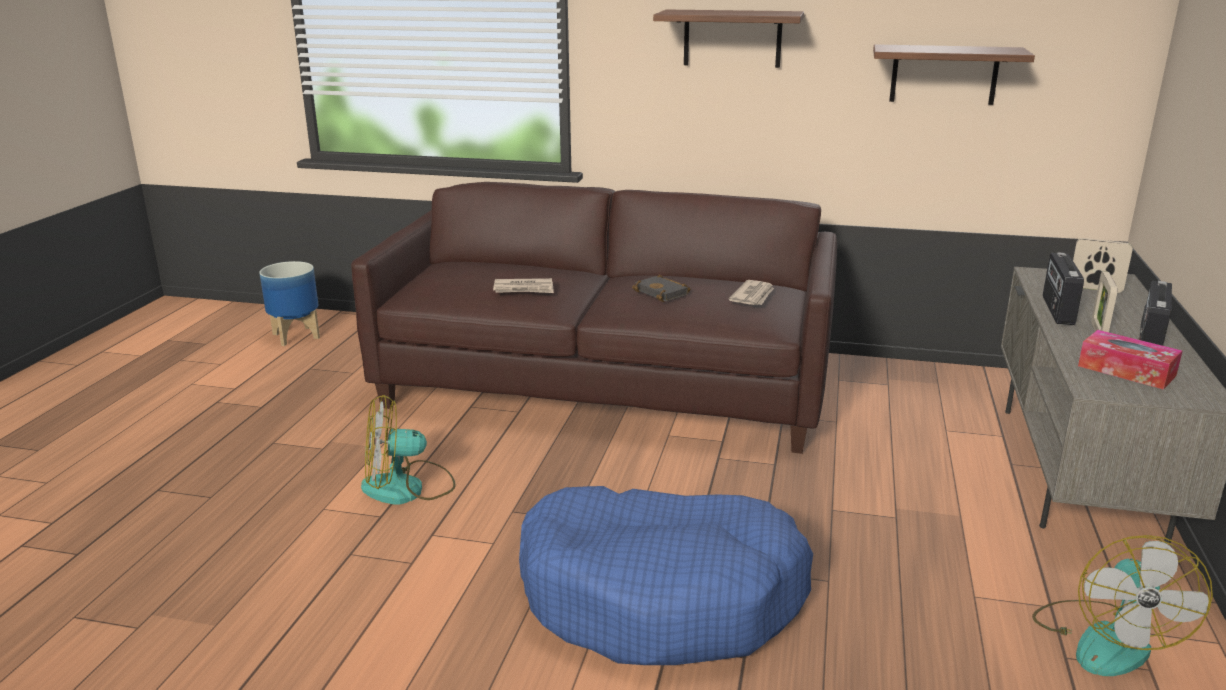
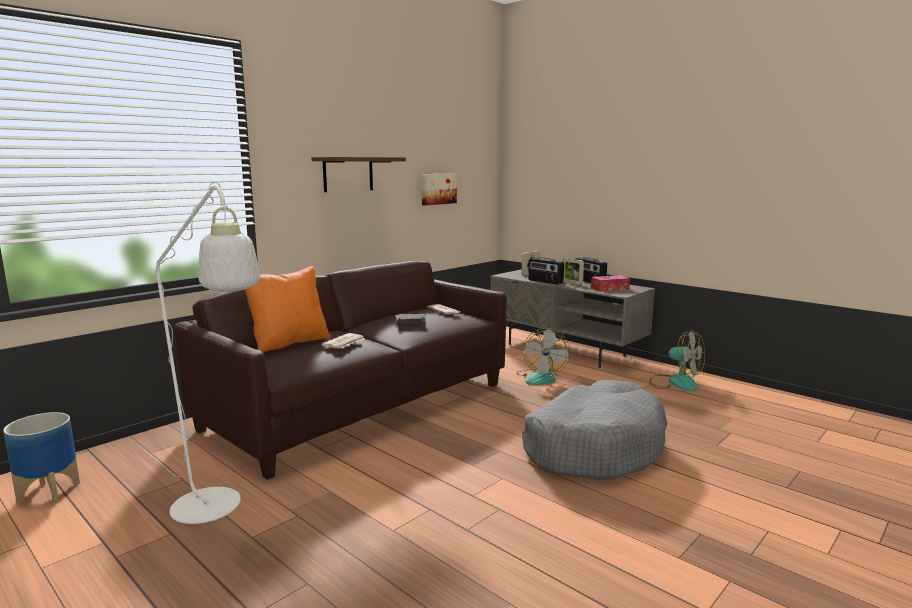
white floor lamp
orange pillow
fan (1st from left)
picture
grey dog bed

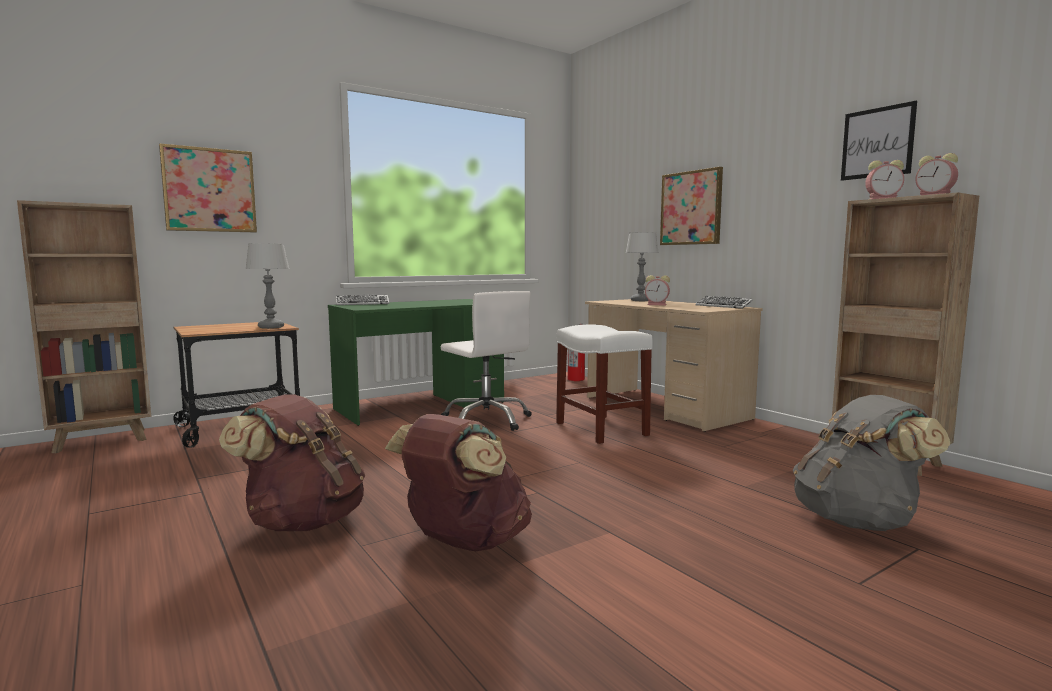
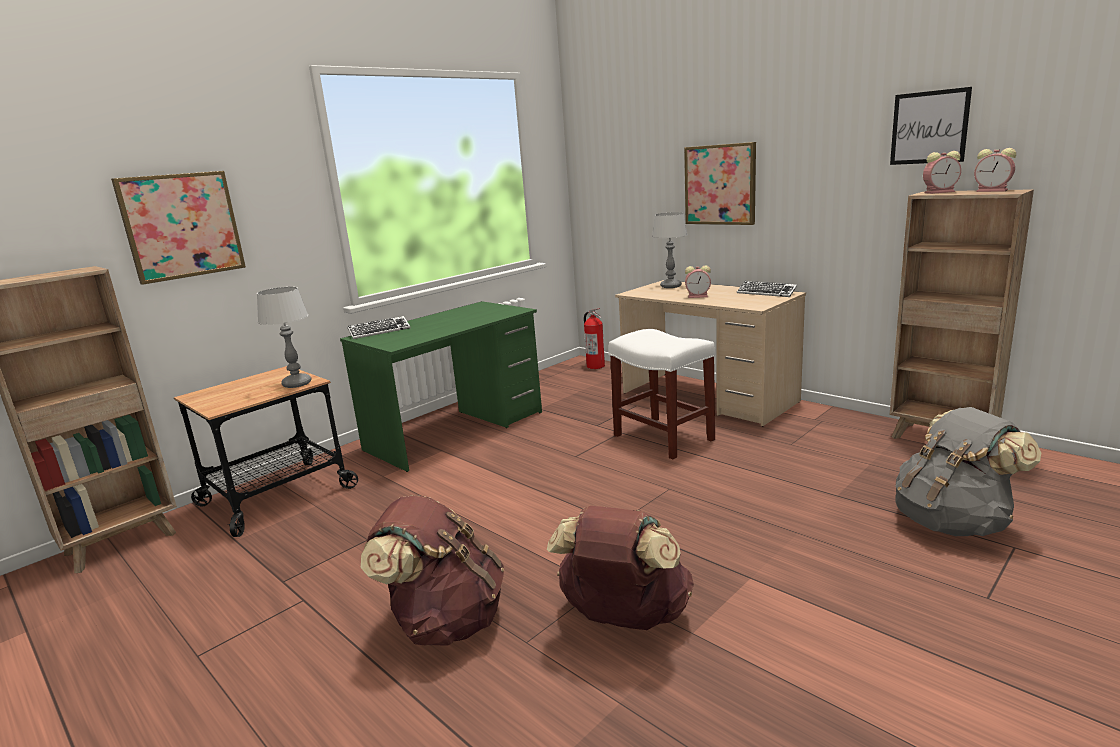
white office chair

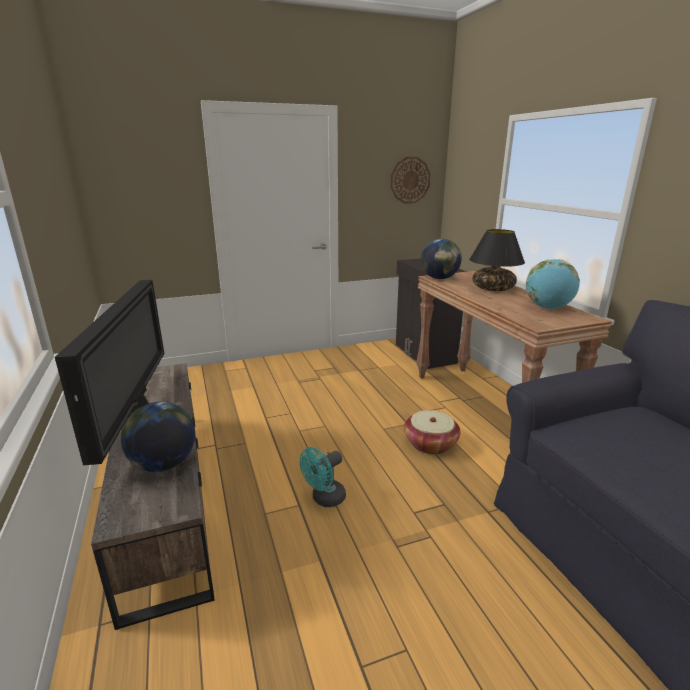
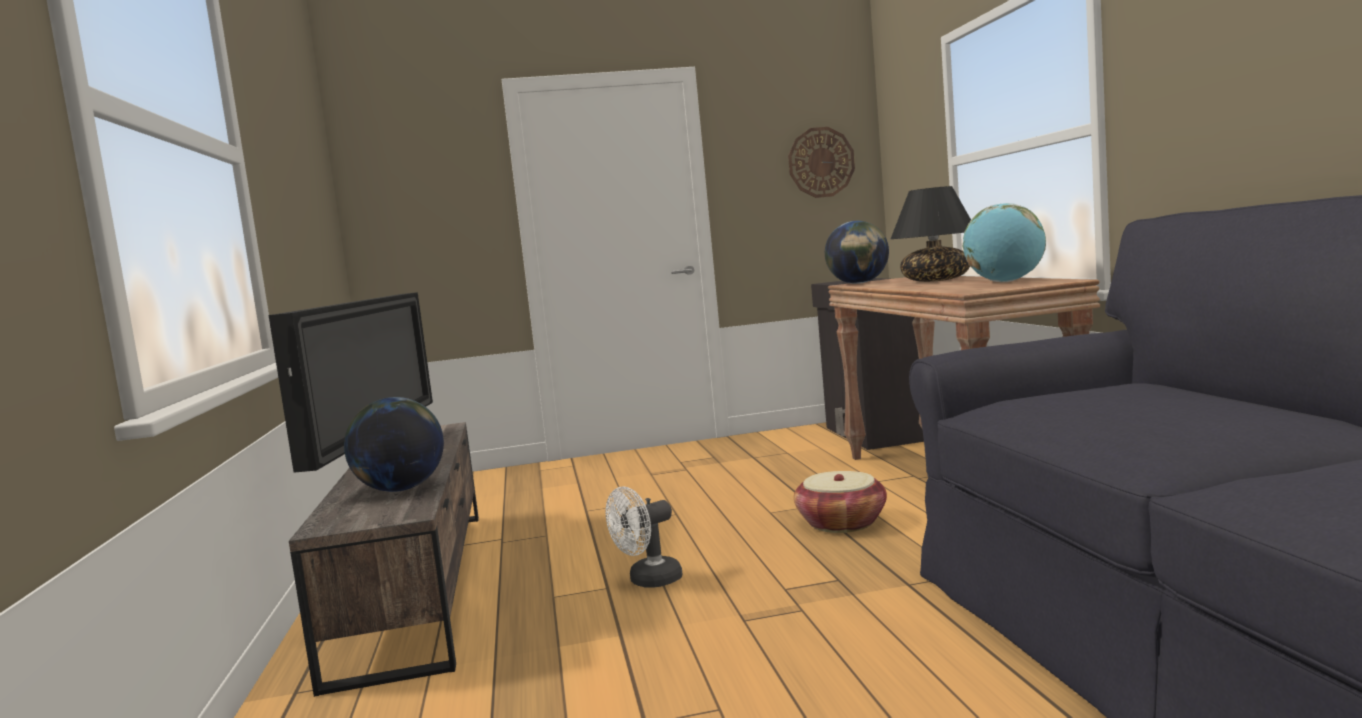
white fan

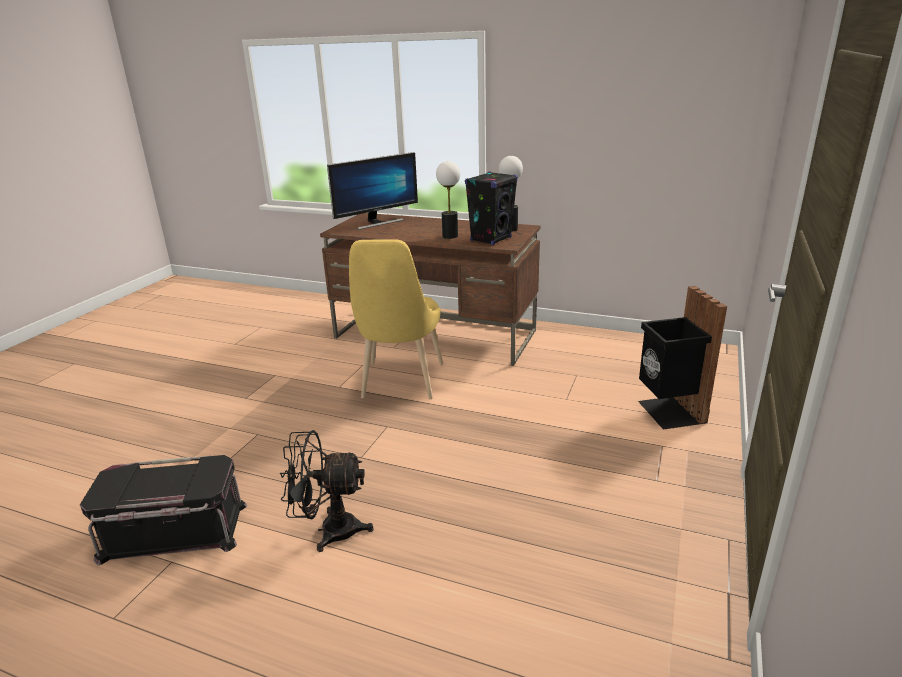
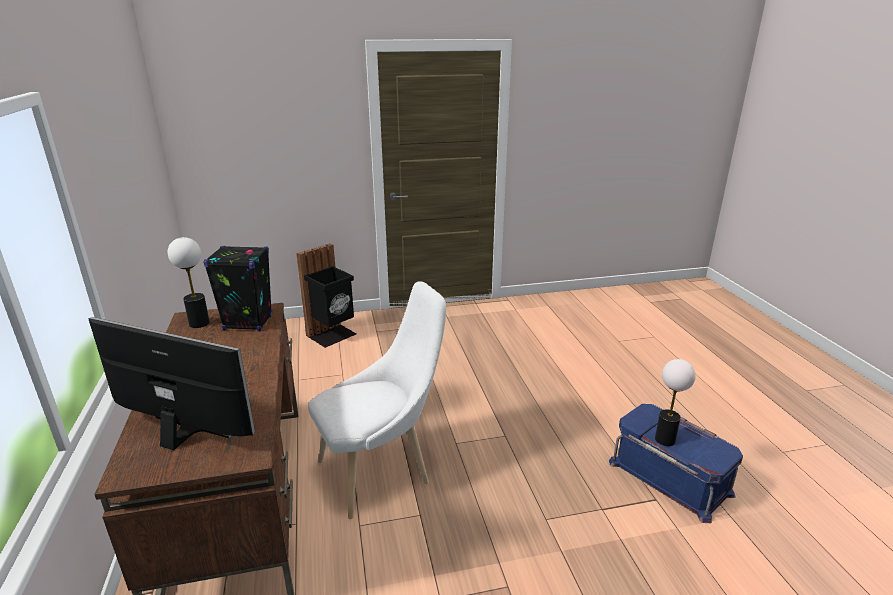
black fan
table lamp (2nd from left)
blue storage box
white chair

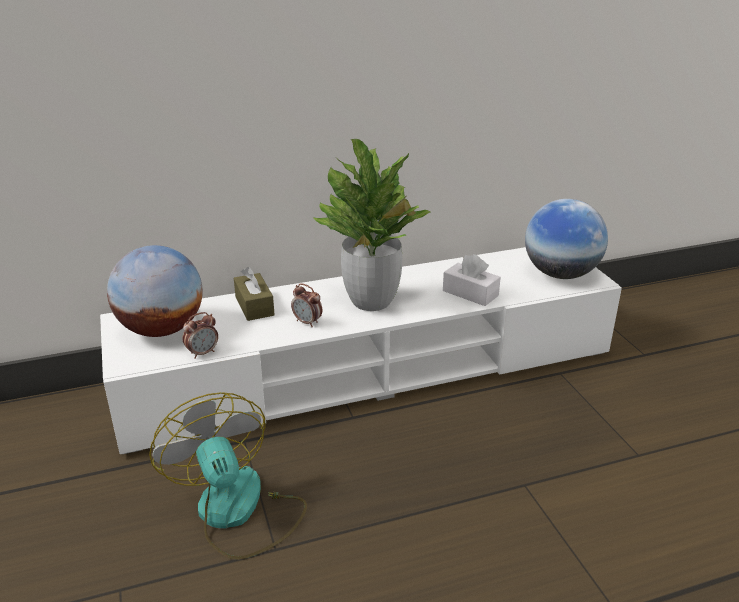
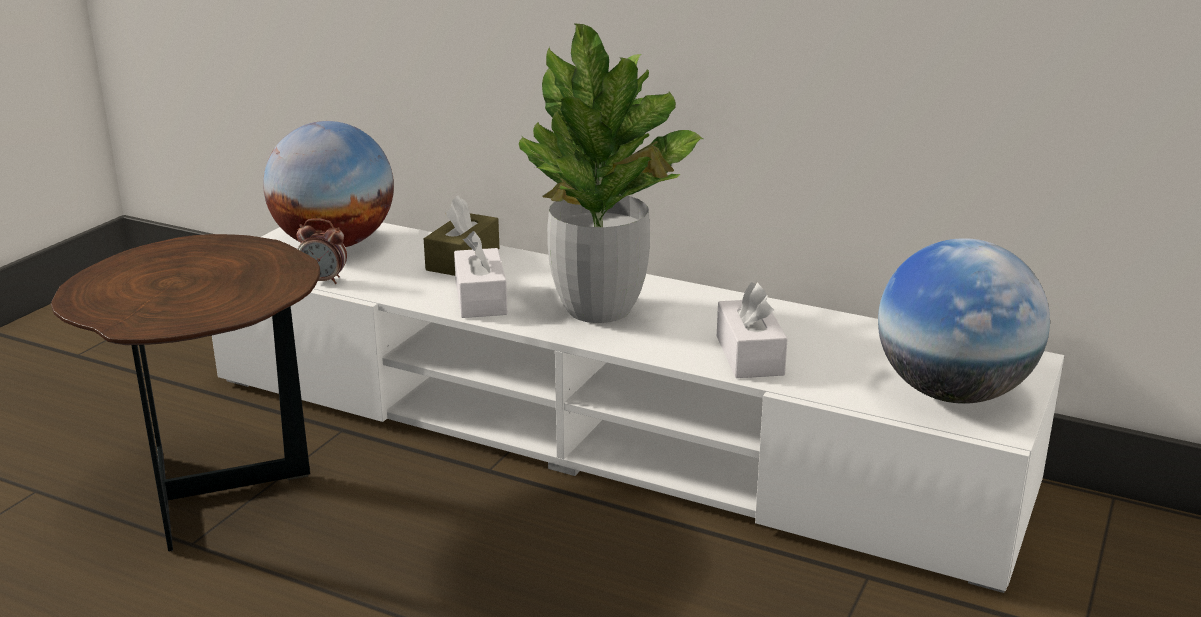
brown side table
white tissue box (1st from left)

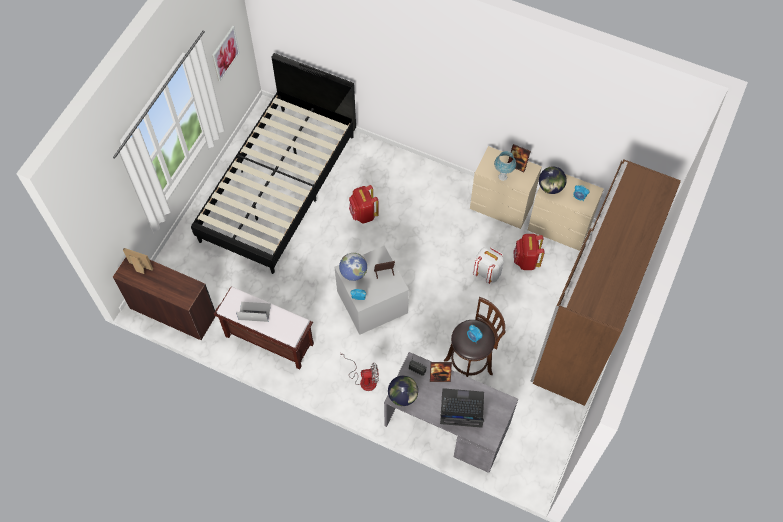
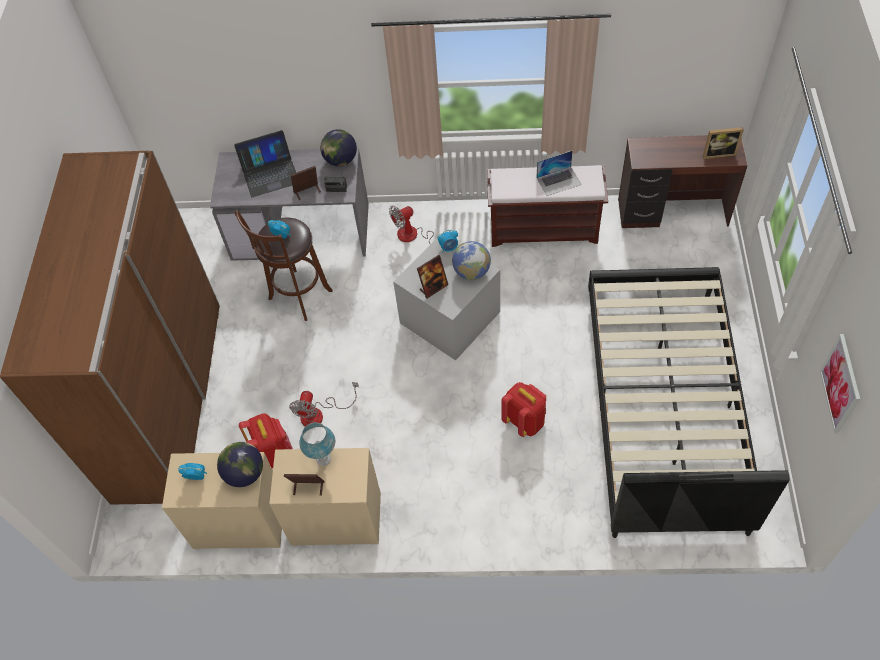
fan (1st from left)

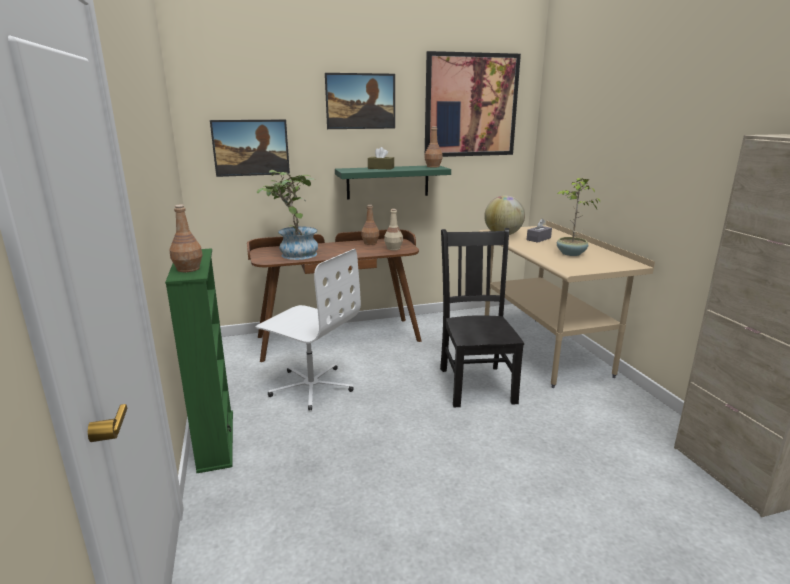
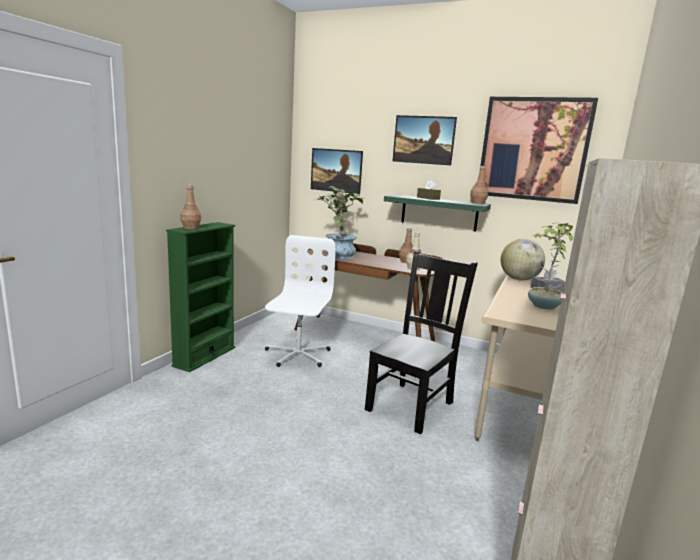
white office chair

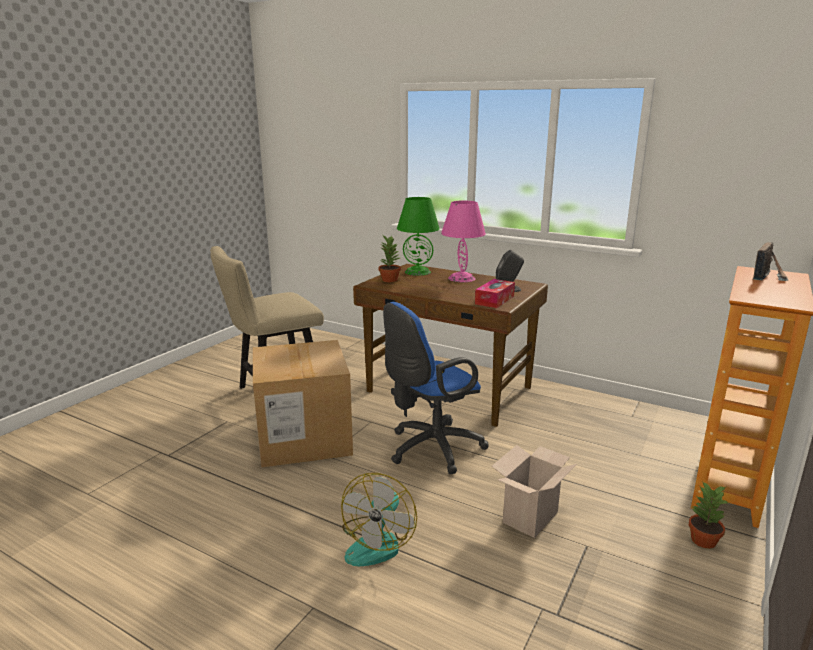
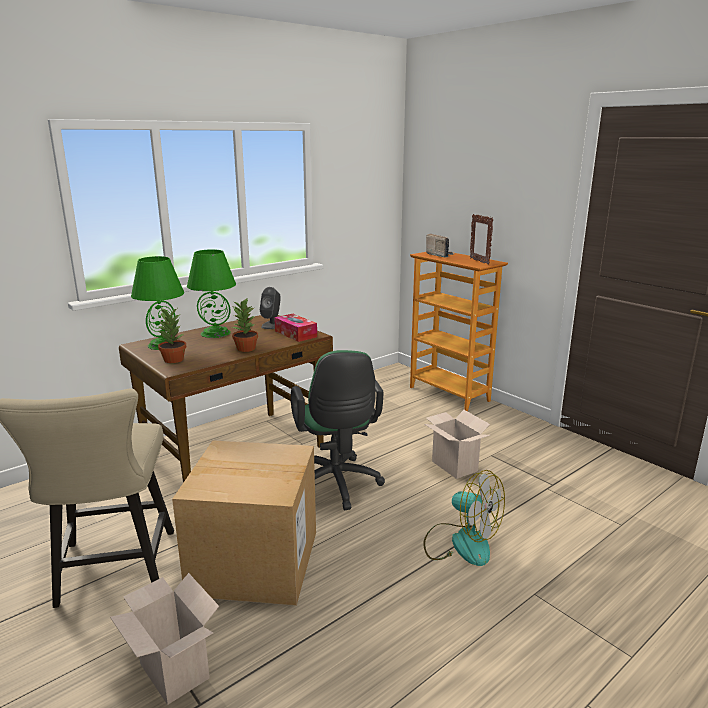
cardboard box (1st from left)
picture frame
potted plant (2nd from left)
green office chair
green table lamp (2nd from left)

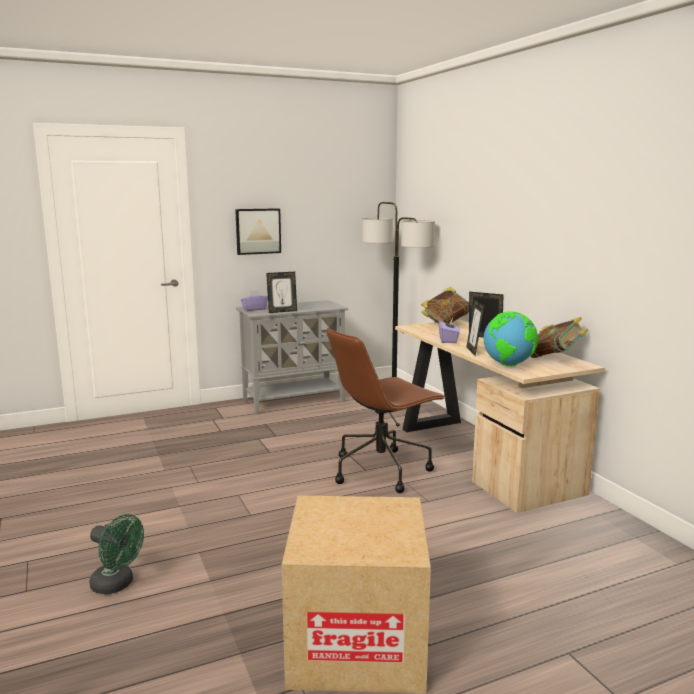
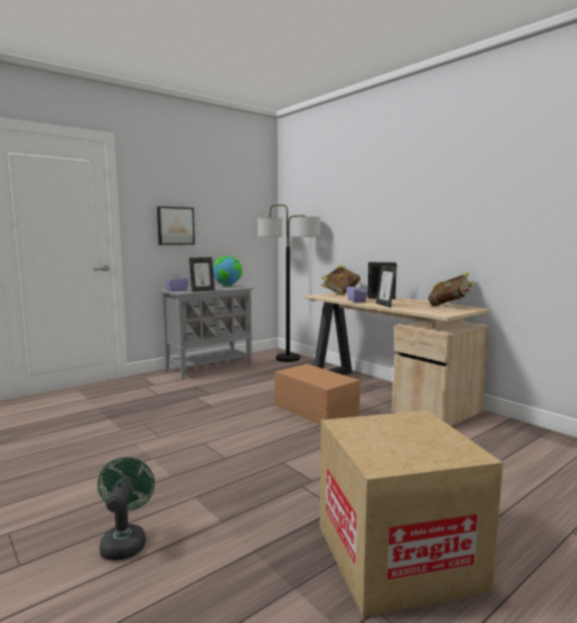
globe
cardboard box (1st from left)
green fan

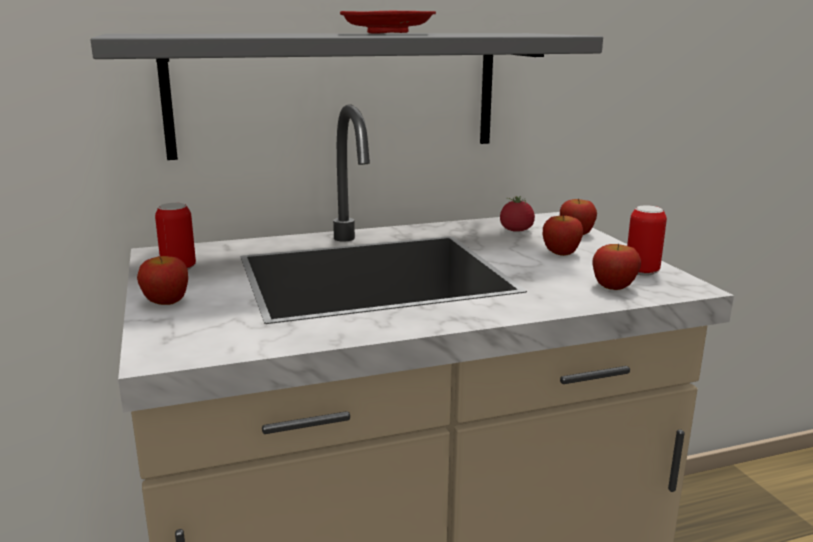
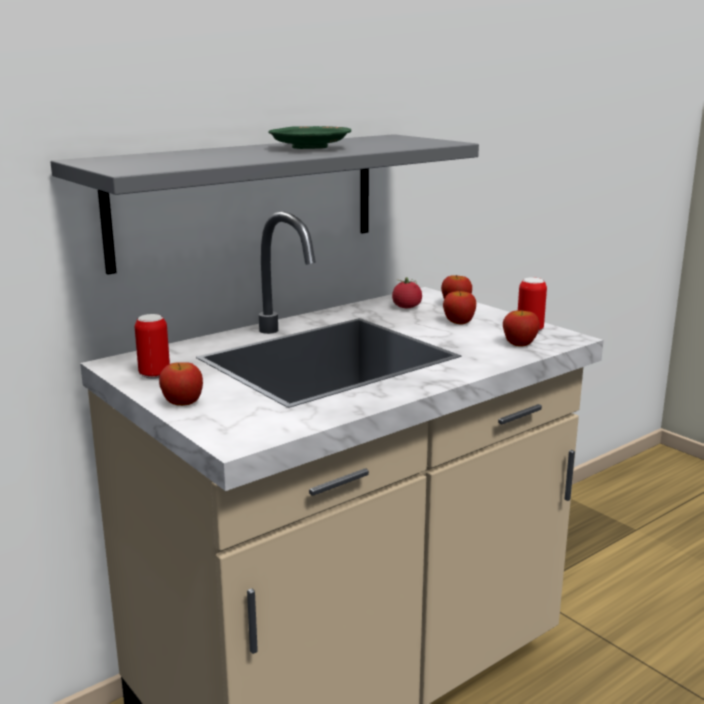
green plate

